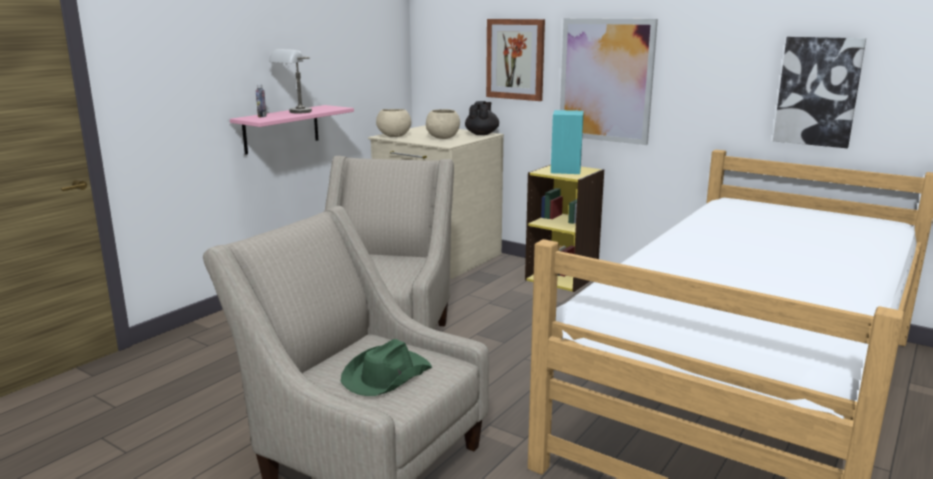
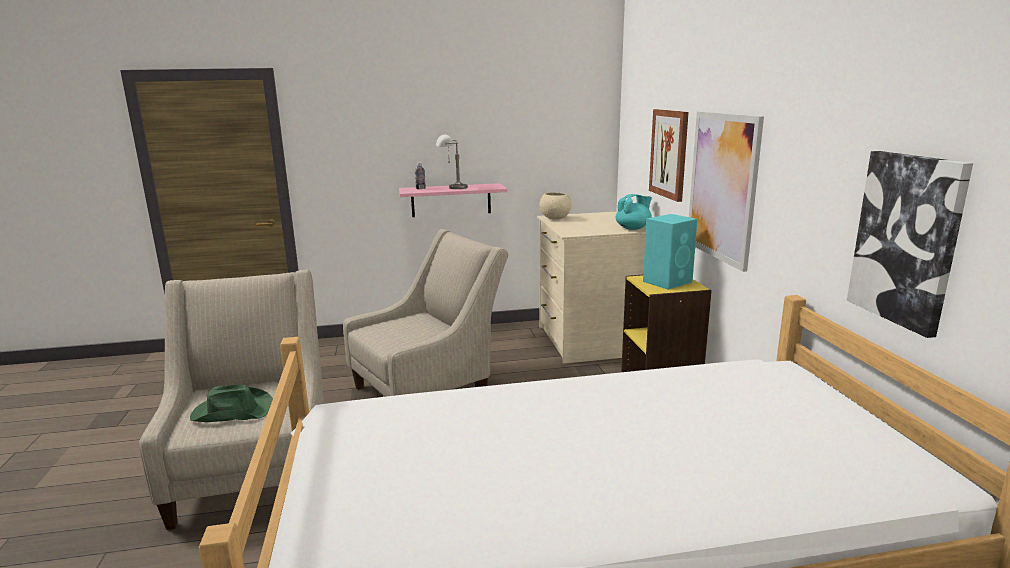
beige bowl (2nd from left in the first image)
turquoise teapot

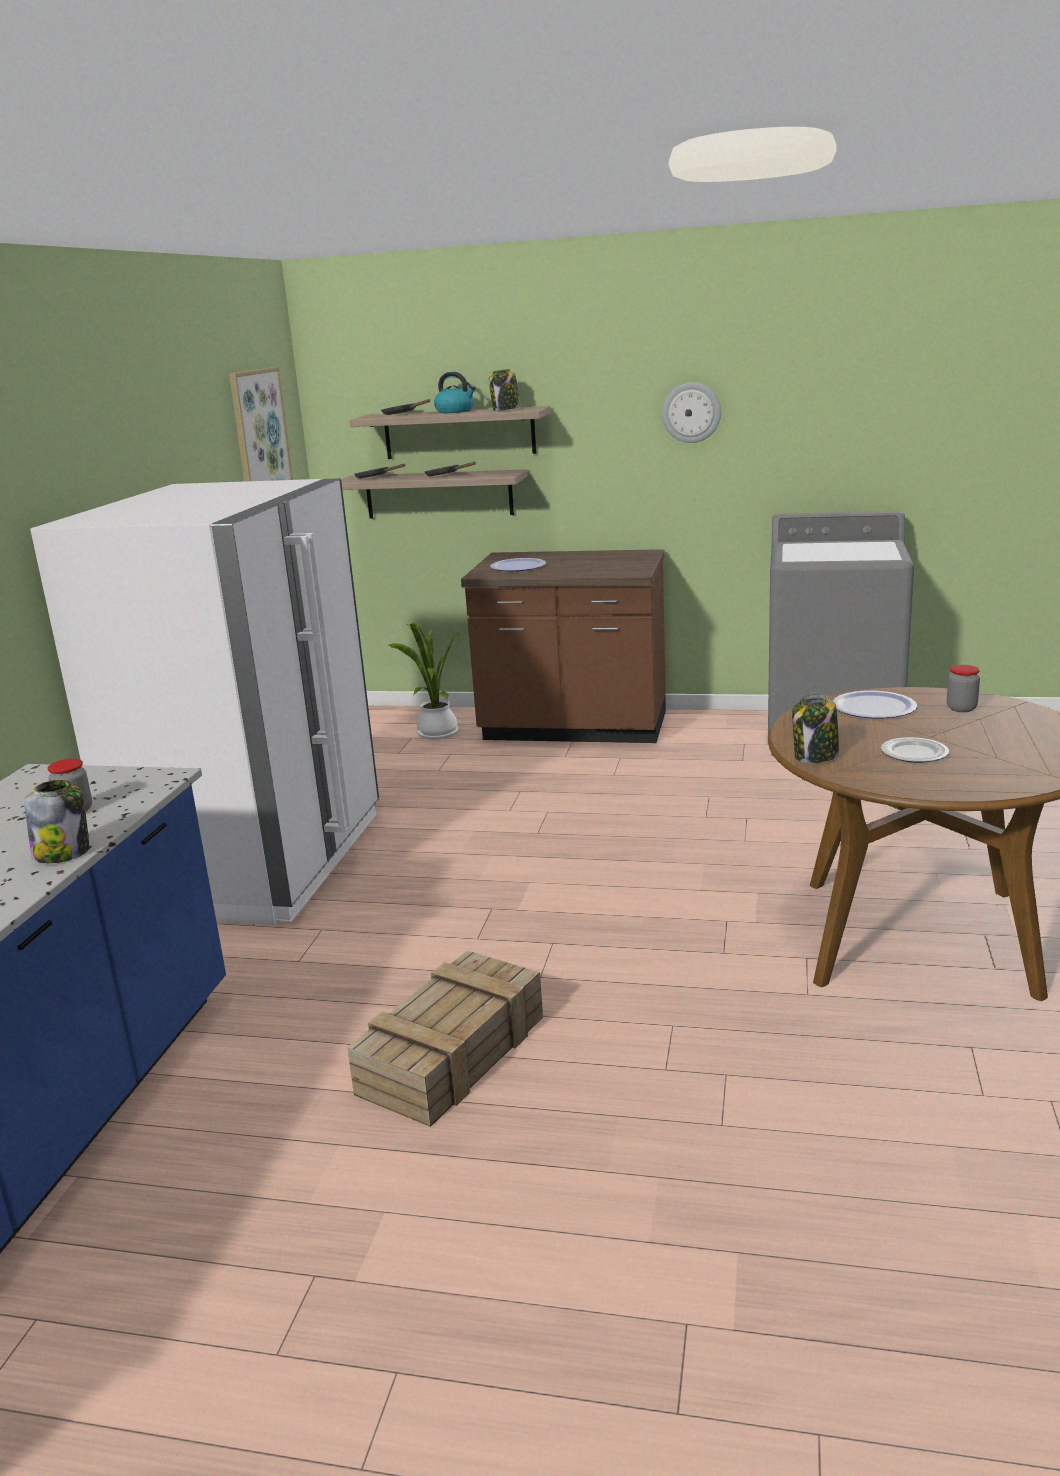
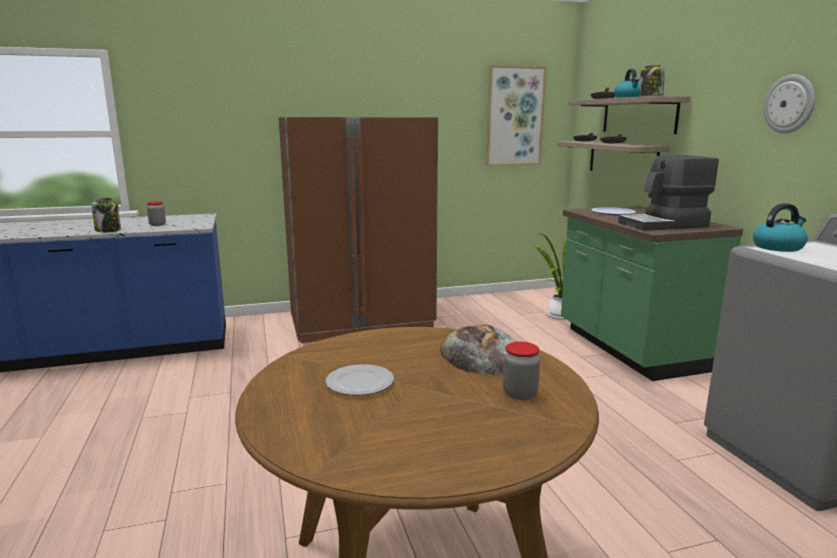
crate
jar (4th from left in the first image)
coffee machine
kettle (2nd from left)
bread
brown fridge
green counter

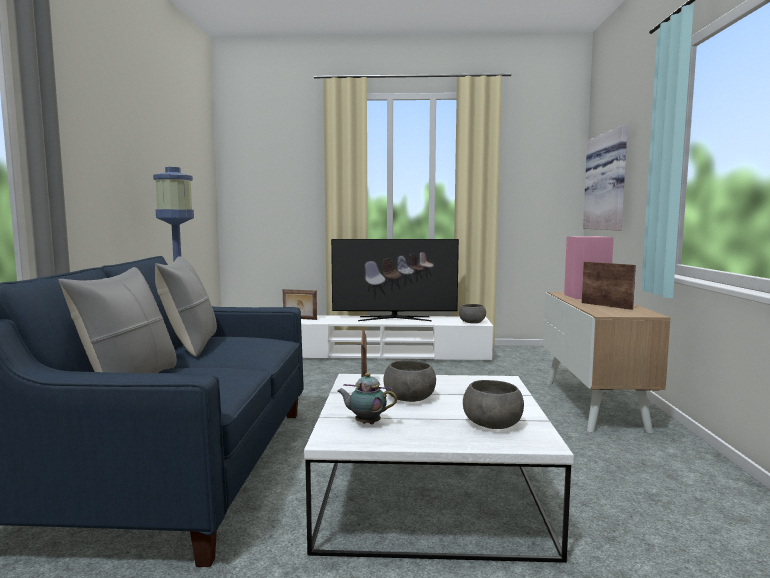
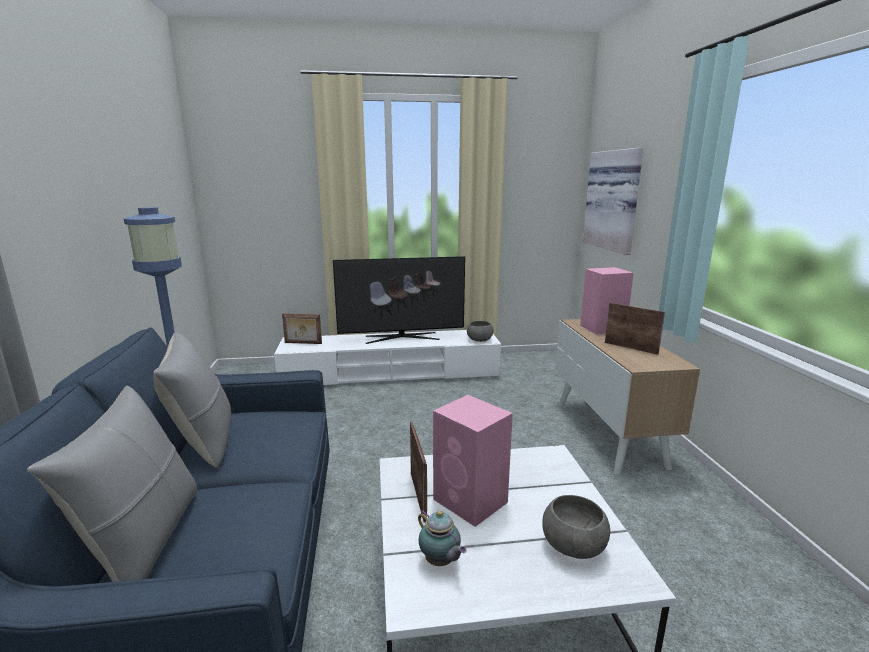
pink speaker (1st from left)
teapot

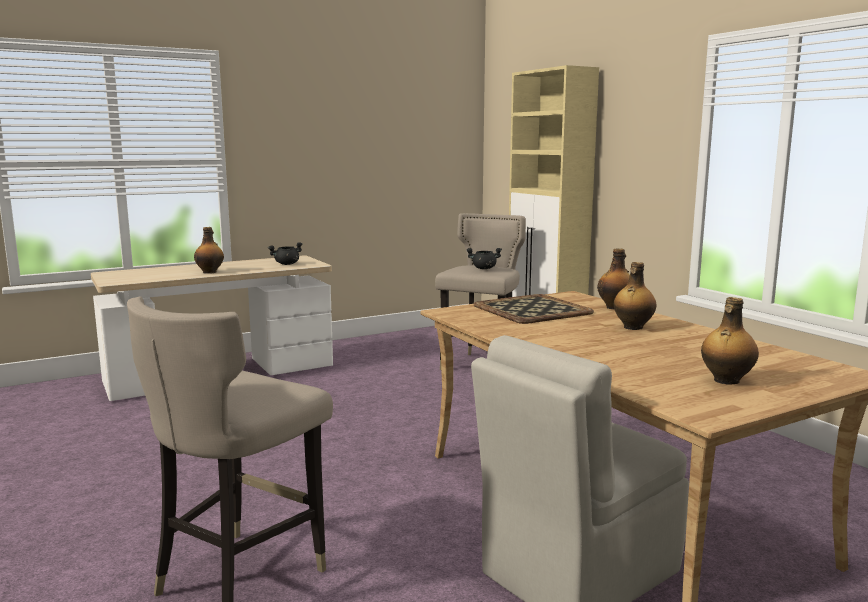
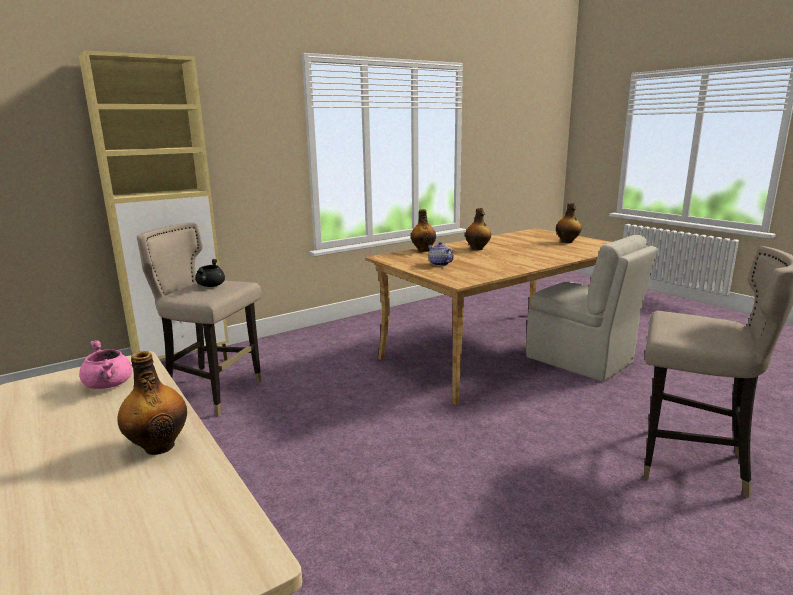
teapot
pink cooking pot

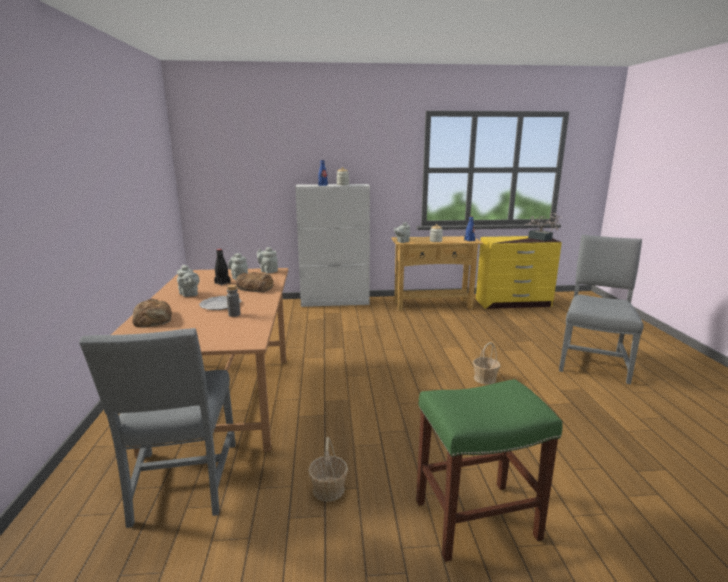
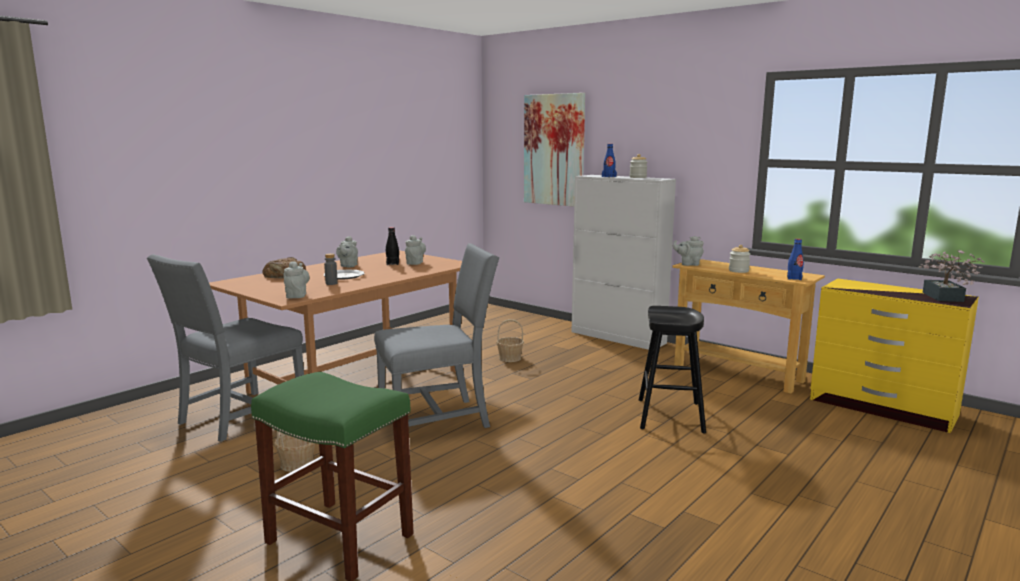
bread (2nd from left in the first image)
picture
black stool
grey teapot (1st from left)
basket (2nd from left)
grey chair (2nd from left)

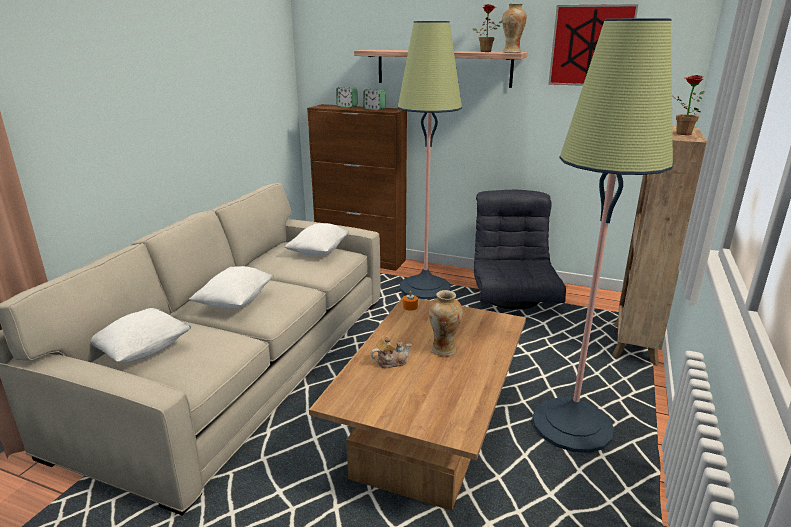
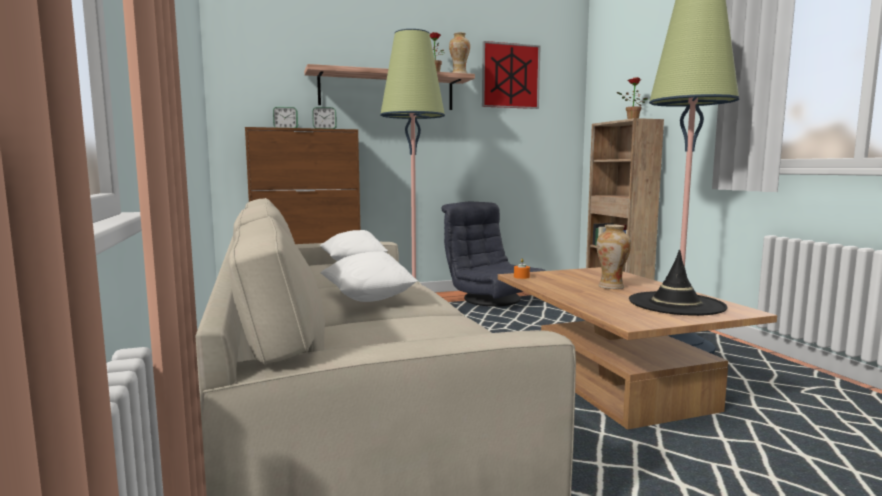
white pillow (1st from left in the first image)
teapot
black hat

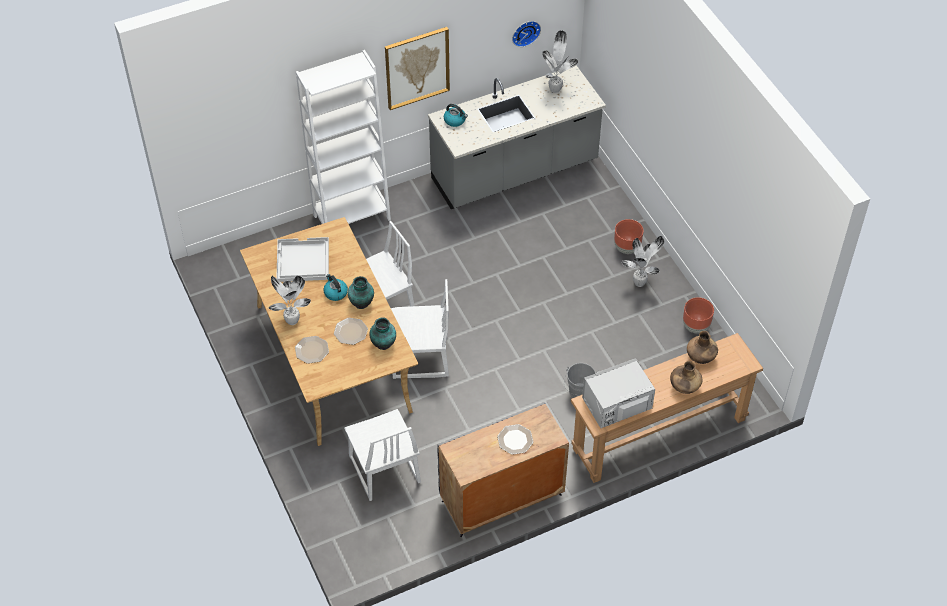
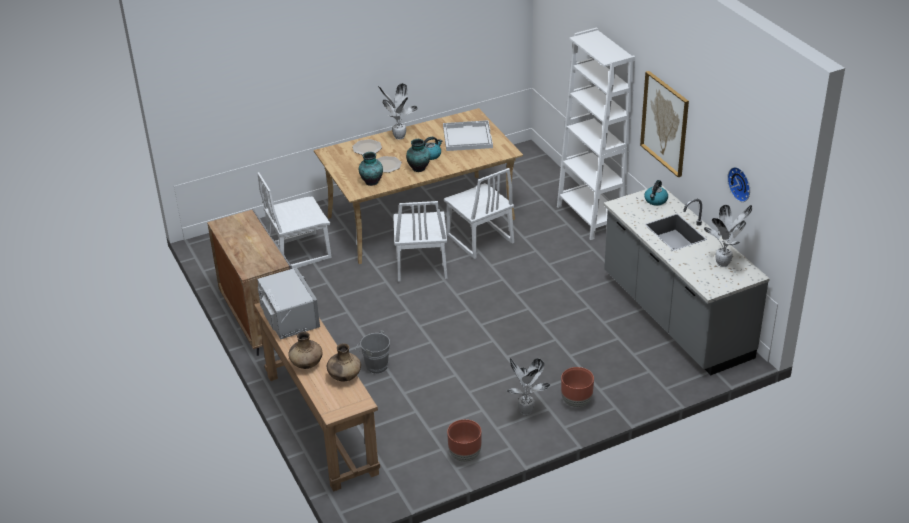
plate (3rd from left in the first image)

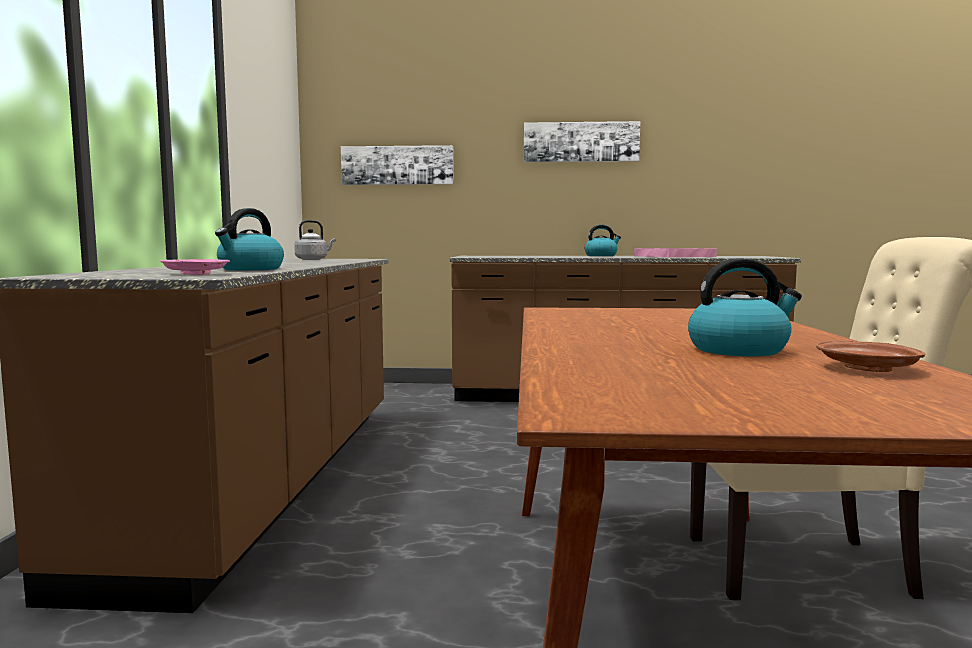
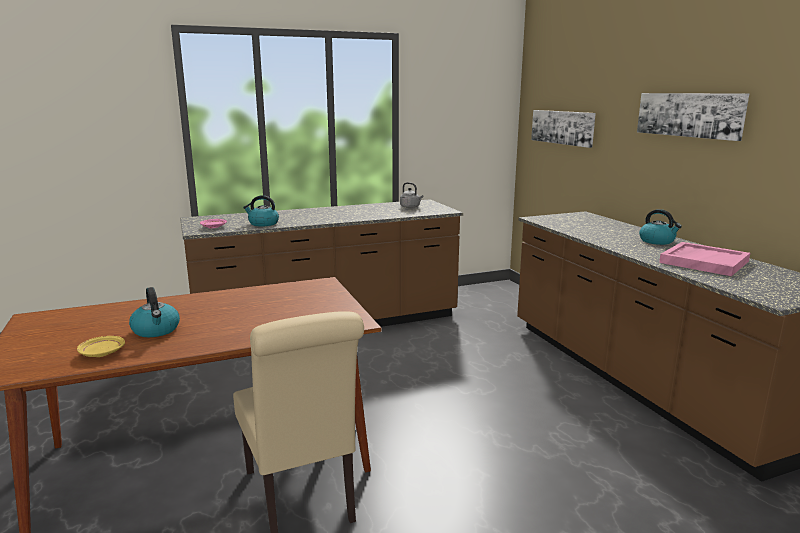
yellow plate

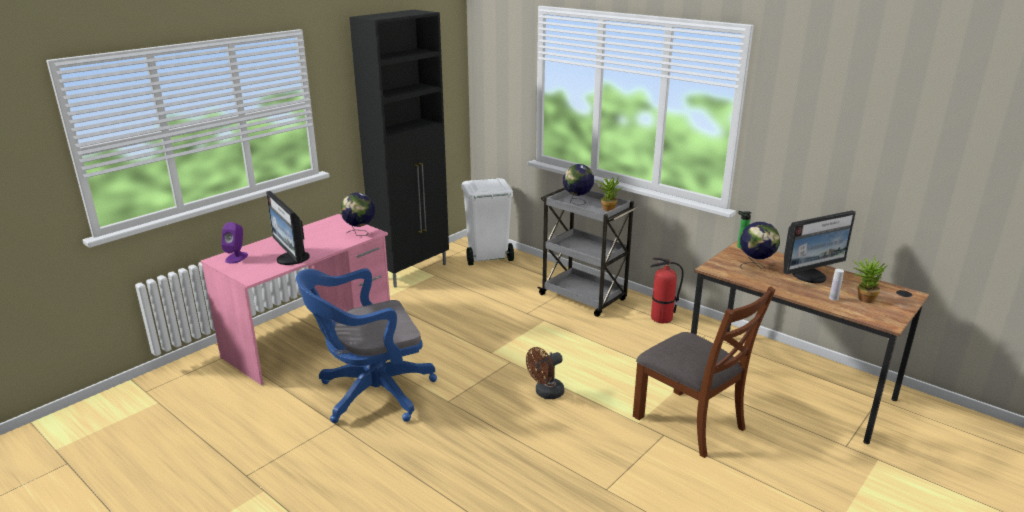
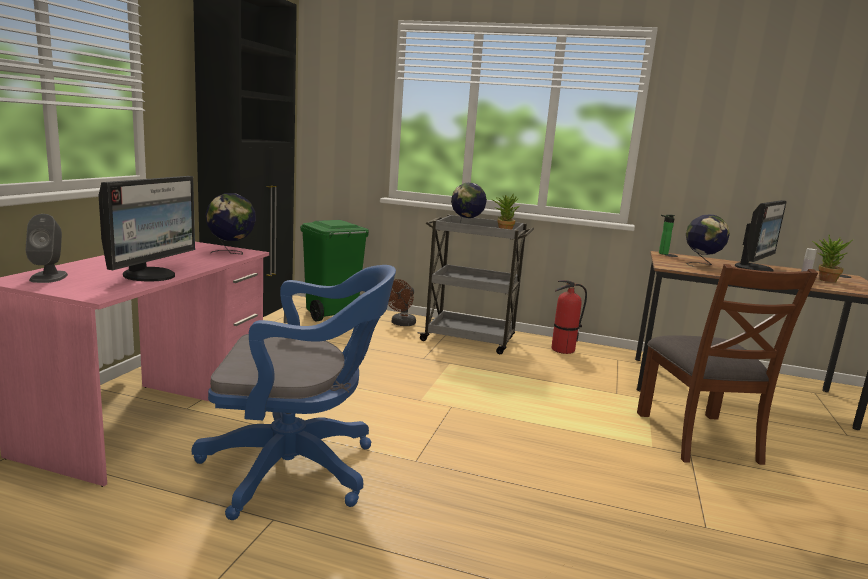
brown fan
grey speaker
green trash can
monitor (1st from left)
blue office chair
brown chair

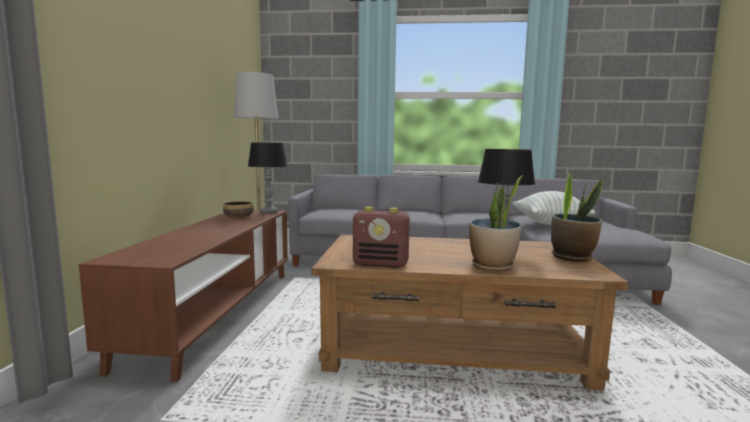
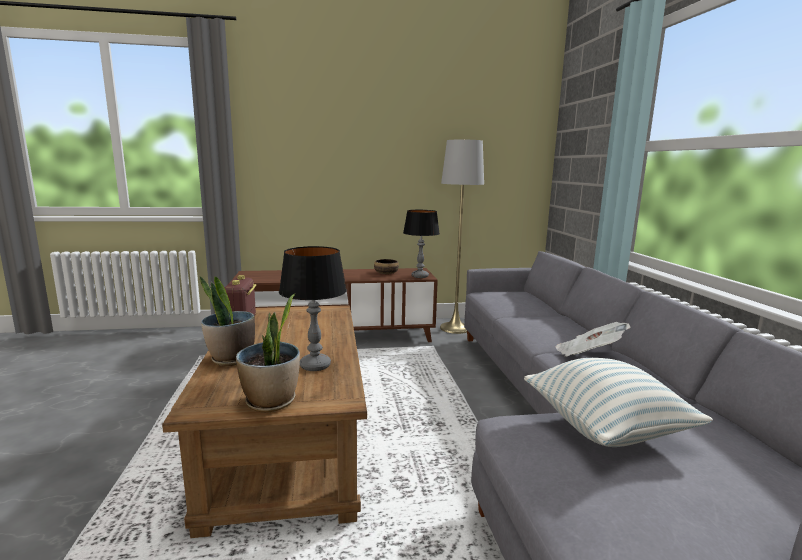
newspaper

